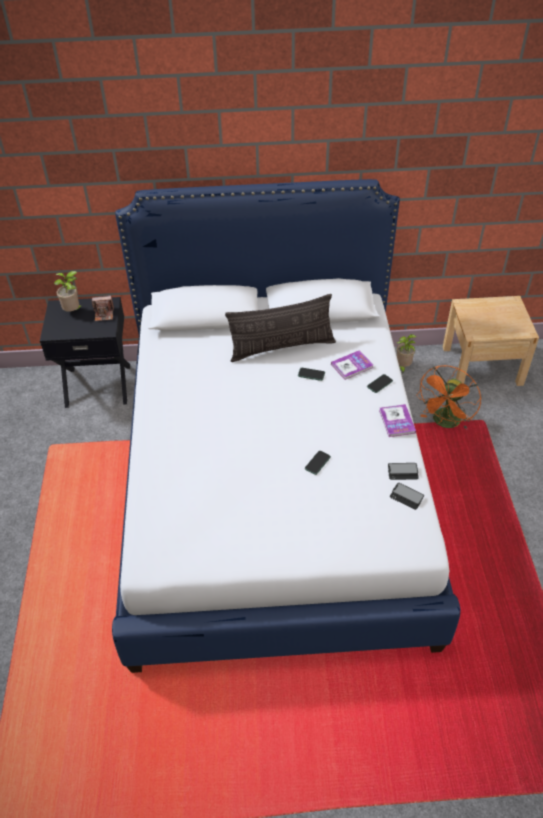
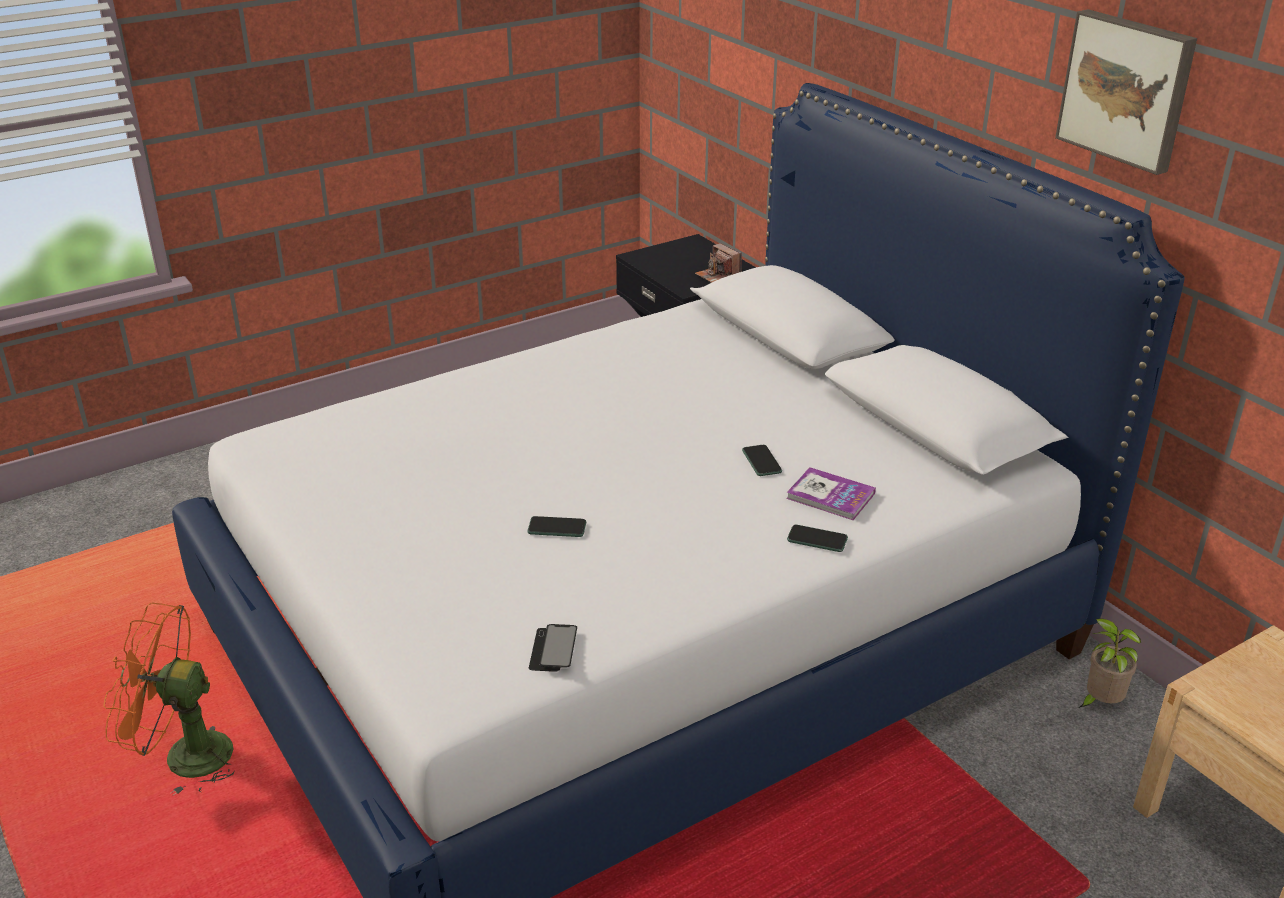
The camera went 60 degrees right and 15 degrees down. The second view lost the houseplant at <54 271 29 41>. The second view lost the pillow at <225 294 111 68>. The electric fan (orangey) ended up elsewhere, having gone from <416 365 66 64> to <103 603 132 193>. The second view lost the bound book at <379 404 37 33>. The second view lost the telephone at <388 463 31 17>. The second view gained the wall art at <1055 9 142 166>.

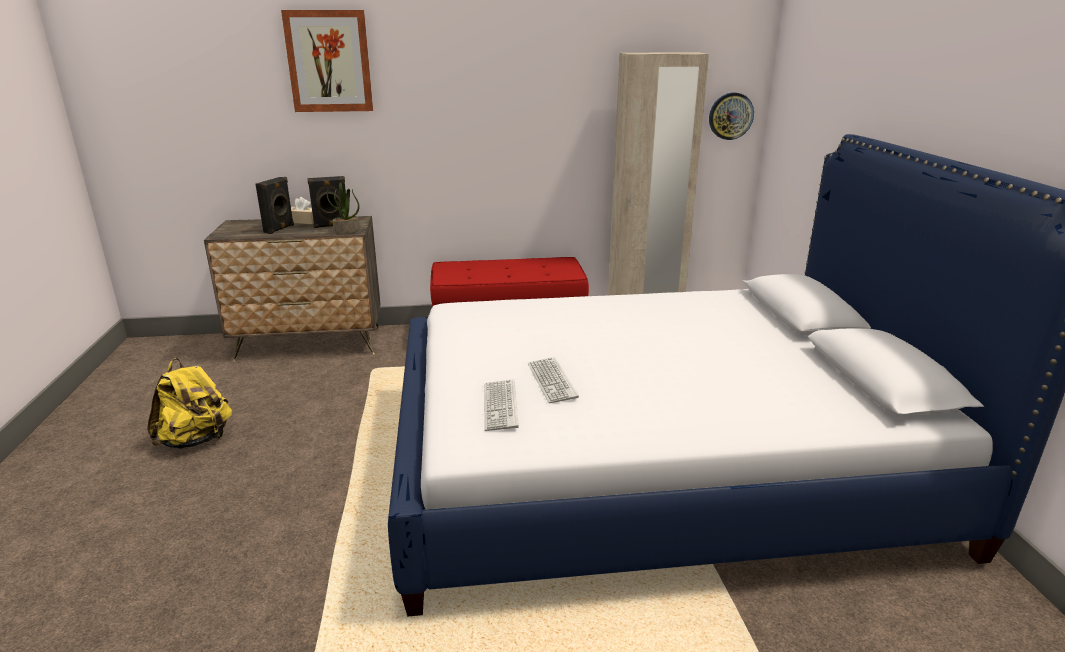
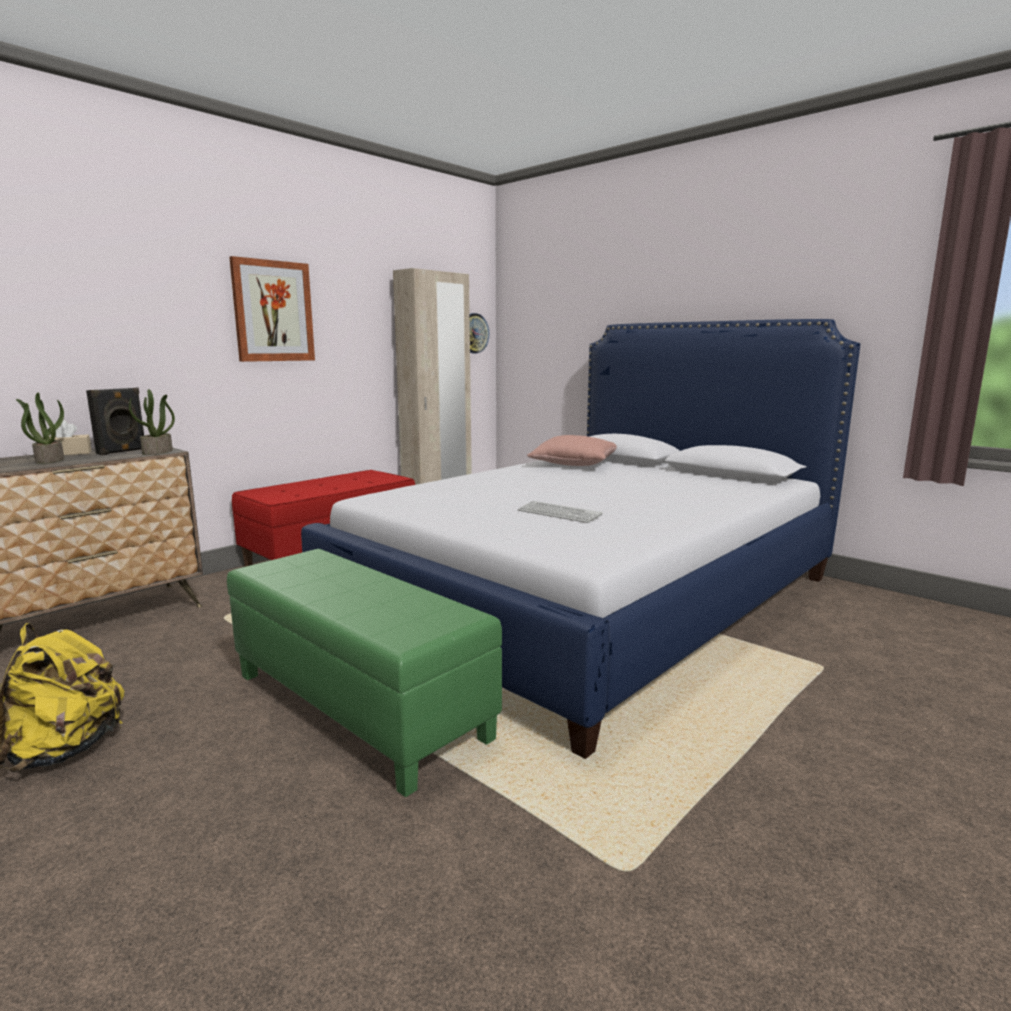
The camera went 40 degrees left and 10 degrees down. The wall art ended up elsewhere, having gone from <281 10 92 102> to <229 256 86 106>. Where the speaker (black) stood at <256 177 38 57>, the houseplant came to stand at <16 392 48 72>. The second view lost the keyboard at <484 379 35 52>. The second view gained the pillow (pinkish) at <527 435 90 31>. The second view gained the pouffe (green-coloured) at <227 549 275 248>.

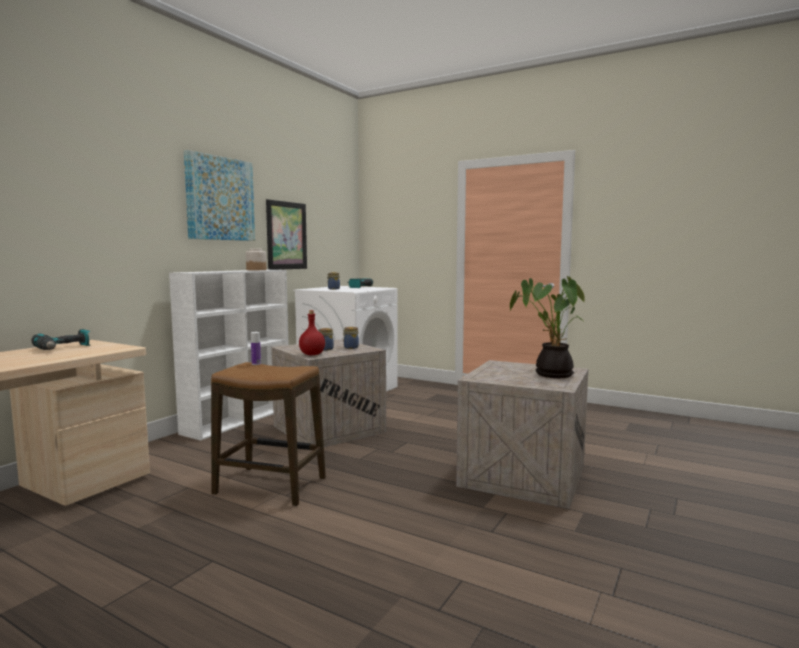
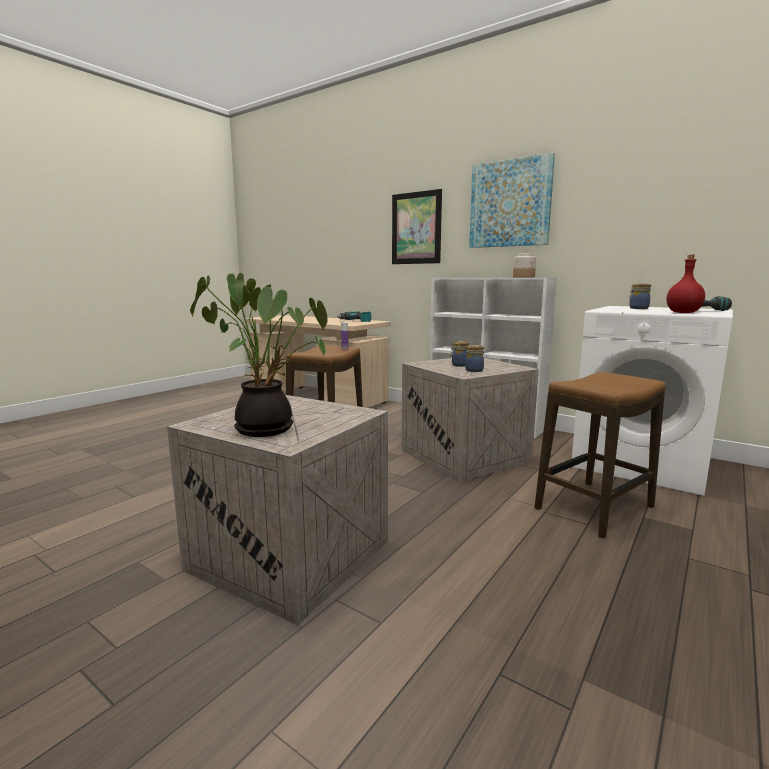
The camera went 95 degrees right and 5 degrees up. The wall art ended up elsewhere, having gone from <266 199 41 71> to <392 189 50 75>. The bottle (reddish) ended up elsewhere, having gone from <299 310 26 45> to <667 255 38 58>. The second view gained the sitting stool at <534 372 132 166>.

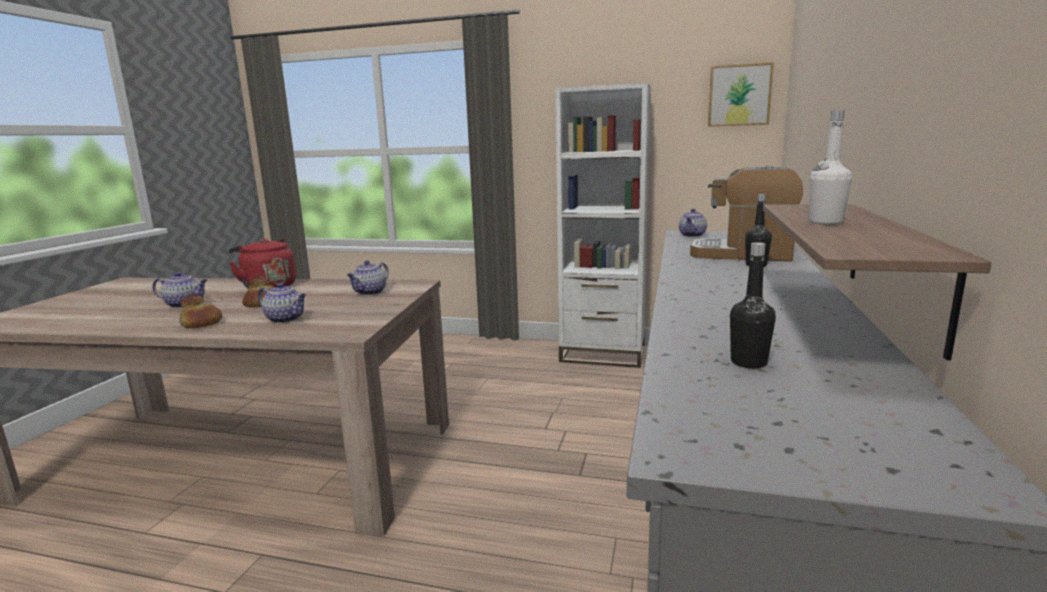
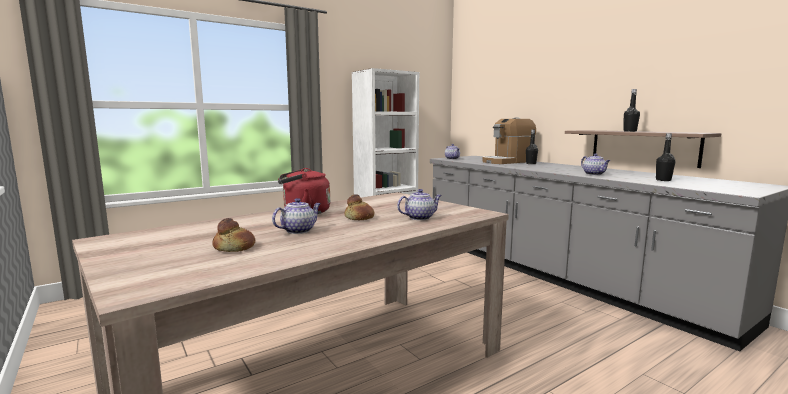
The camera went 50 degrees left and 5 degrees down. The second view lost the wall art at <708 62 66 65>. What was the bottle (white-coloured) at <809 110 43 114> turned into the bottle (black) at <624 89 16 43>. The teapot ended up elsewhere, having gone from <347 260 42 35> to <581 153 29 22>. The baked bread ended up elsewhere, having gone from <179 294 43 34> to <212 218 43 34>.

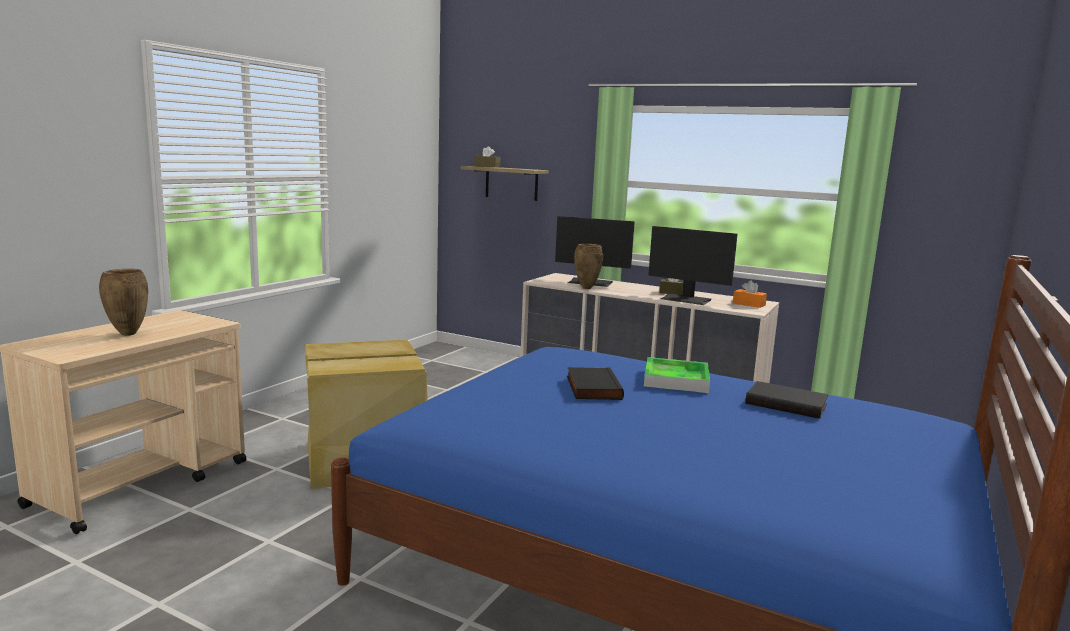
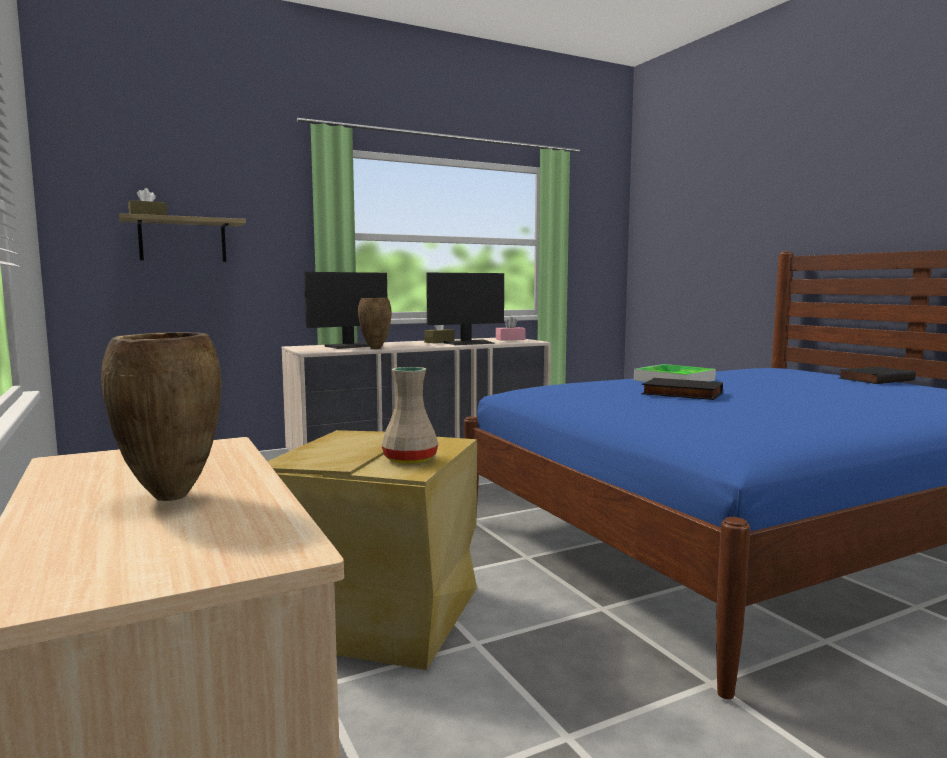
The camera went 55 degrees left and 5 degrees down. What was the tissue holder (orangey) at <733 280 34 28> turned into the tissue holder (pinkish) at <496 317 30 24>. The bound book (black) ended up elsewhere, having gone from <745 381 83 38> to <838 367 78 17>. The second view gained the vase (beige-coloured) at <382 367 56 97>.

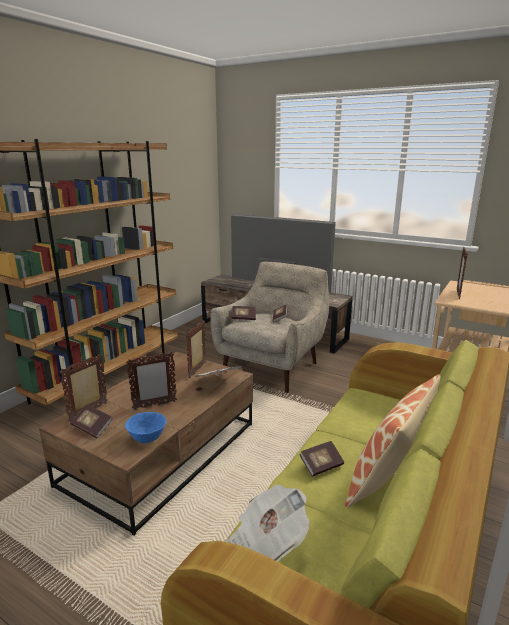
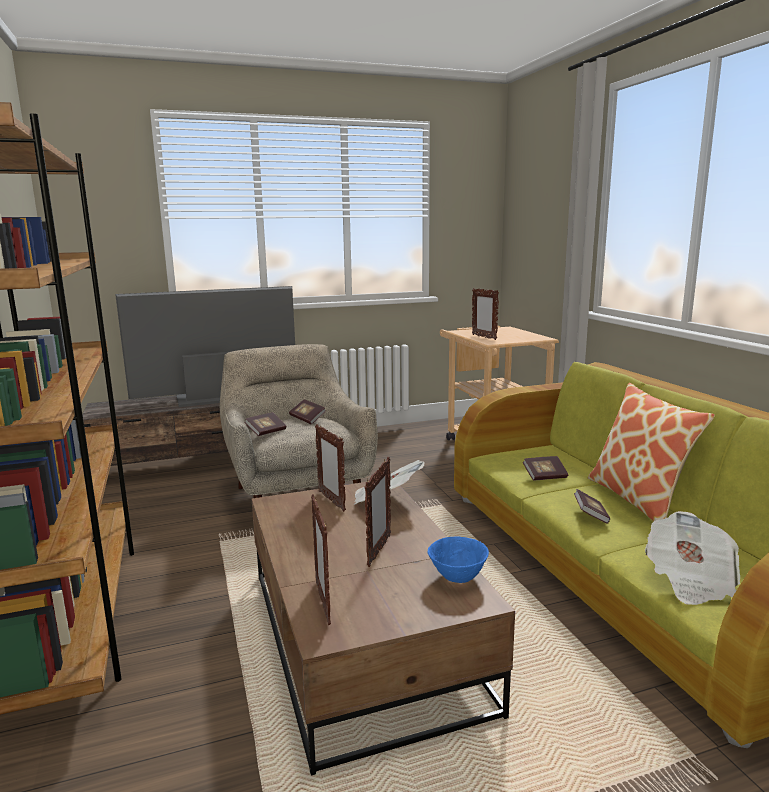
The camera went 50 degrees left and 5 degrees down. The bound book ended up elsewhere, having gone from <70 404 43 35> to <523 456 45 25>.

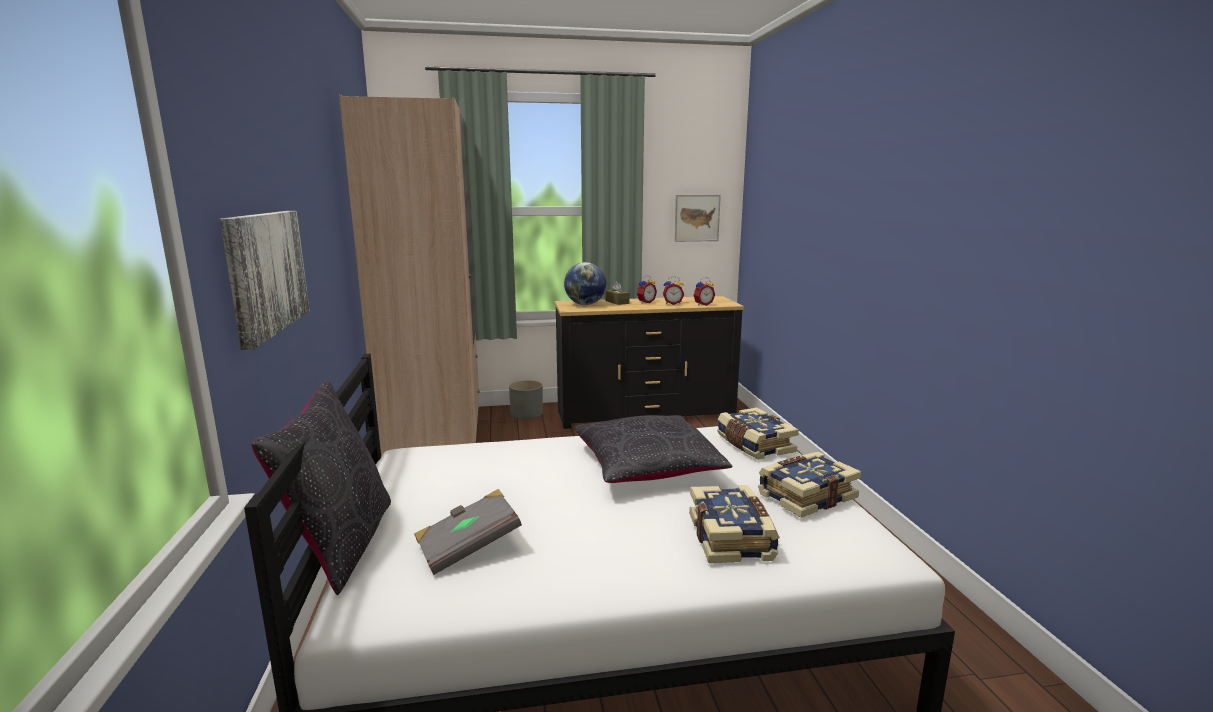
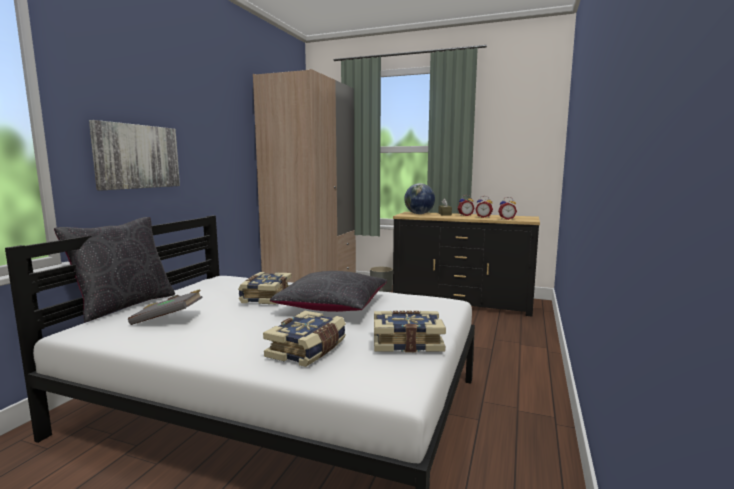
The camera went 30 degrees right and 5 degrees down. The second view lost the wall art at <674 195 47 47>. The bound book ended up elsewhere, having gone from <717 408 82 52> to <238 272 54 32>.

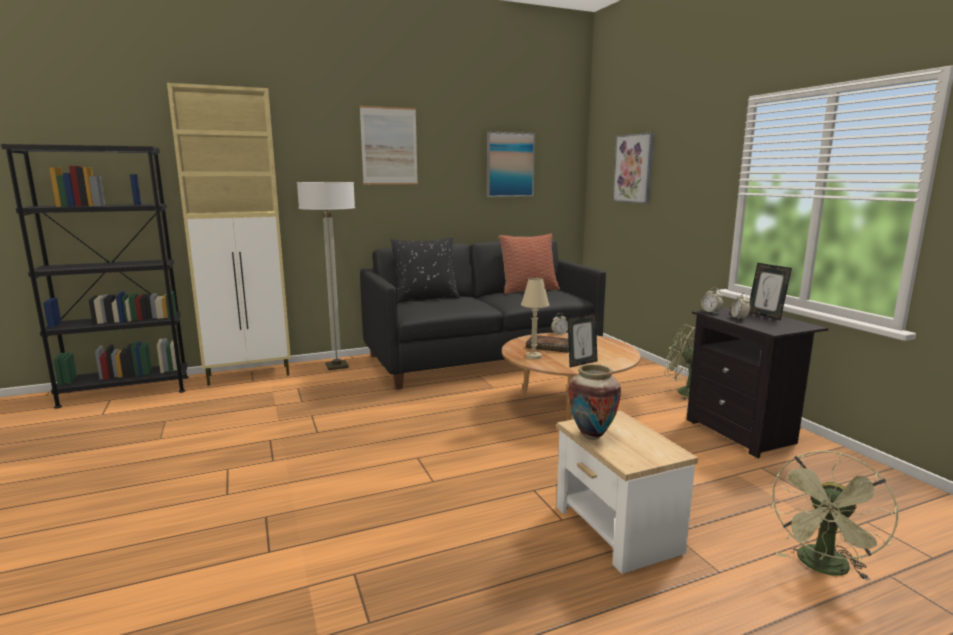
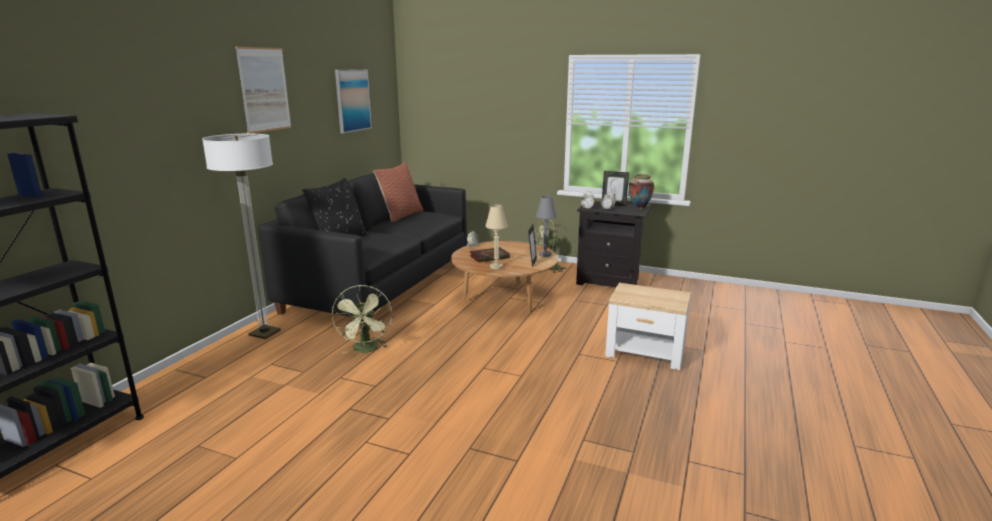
The camera went 45 degrees left and 5 degrees up. The second view lost the cabinet (beige-coloured) at <167 83 124 303>. The second view lost the wall art at <613 132 42 72>. The vase ended up elsewhere, having gone from <568 364 53 76> to <629 174 25 36>. The electric fan (green-coloured) ended up elsewhere, having gone from <771 451 127 130> to <332 285 60 69>. The second view gained the tabletop lamp (grey) at <536 196 21 61>.

